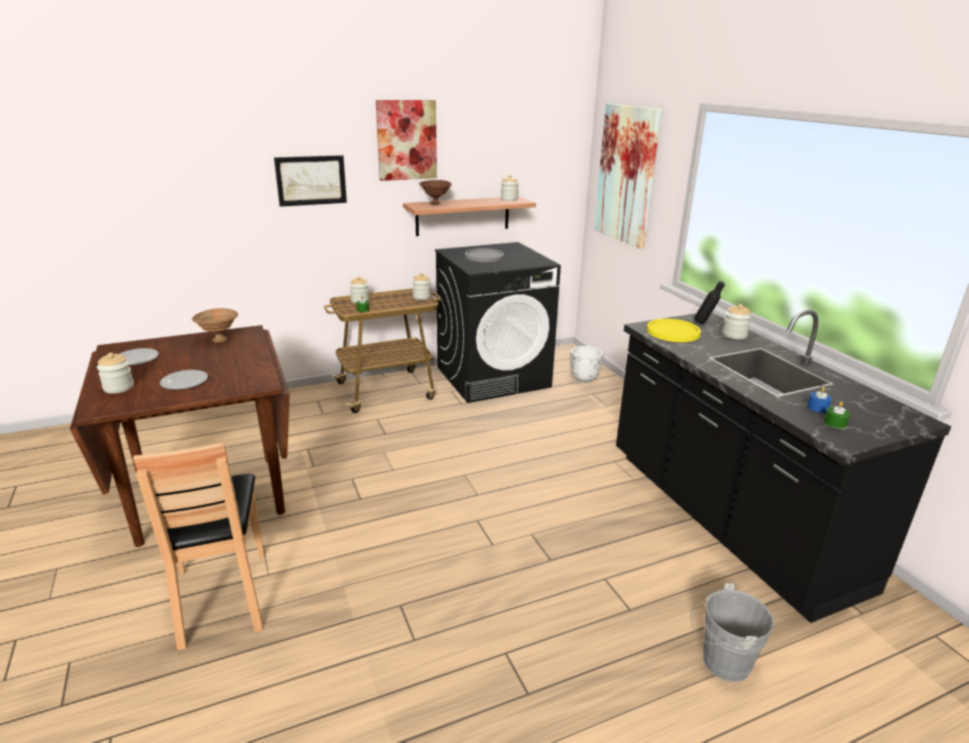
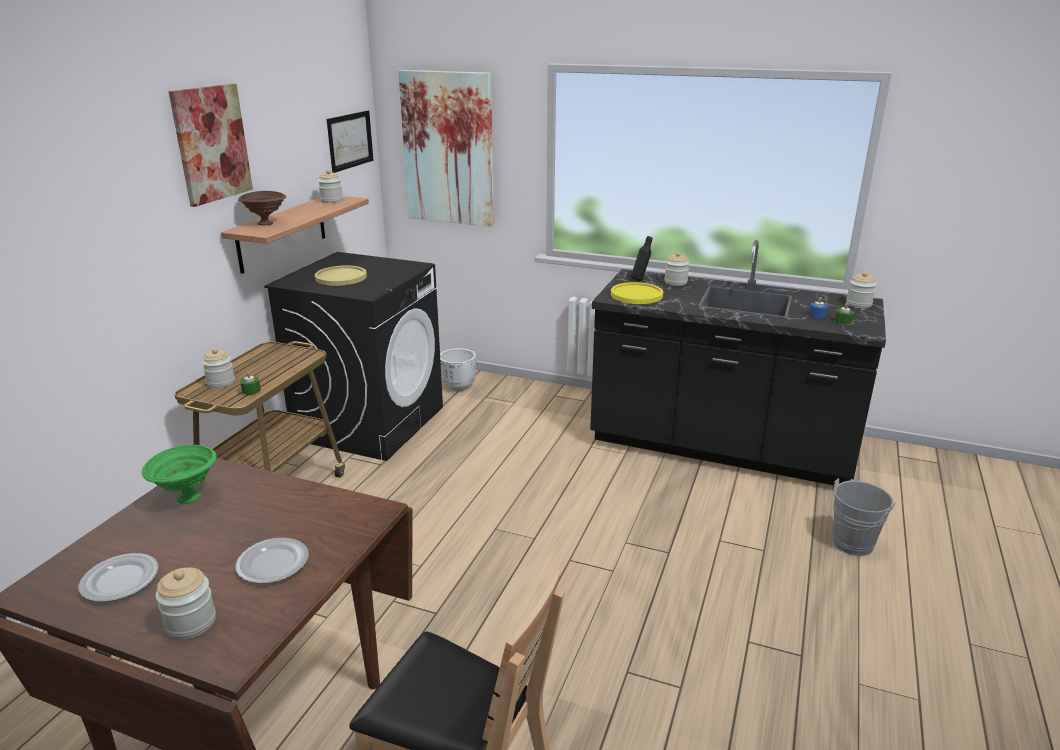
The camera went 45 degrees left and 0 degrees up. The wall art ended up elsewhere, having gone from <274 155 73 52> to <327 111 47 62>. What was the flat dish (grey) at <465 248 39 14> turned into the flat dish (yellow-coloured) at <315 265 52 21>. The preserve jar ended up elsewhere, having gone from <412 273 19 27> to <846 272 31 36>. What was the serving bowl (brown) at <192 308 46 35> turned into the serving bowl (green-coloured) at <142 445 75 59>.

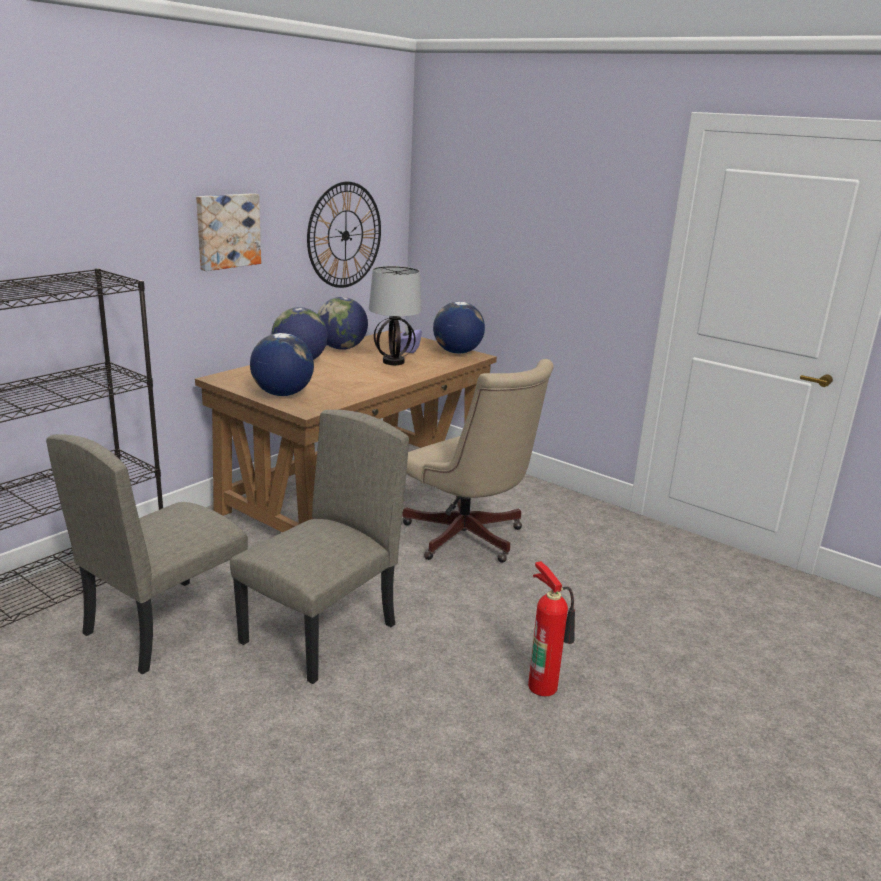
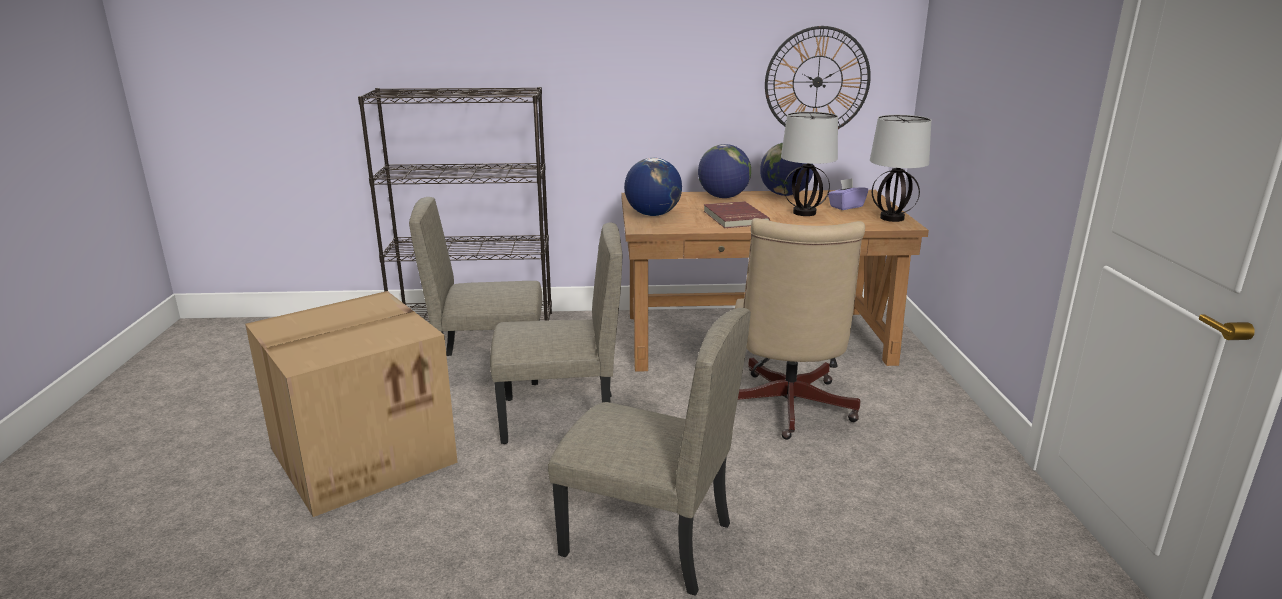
The camera went 50 degrees right and 0 degrees up. The second view lost the wall art at <196 193 65 78>. Where the desk globe stood at <433 301 52 53>, the tabletop lamp came to stand at <870 115 61 107>. Where the extinguisher stood at <528 561 47 135>, the upright chair (beige-coloured) came to stand at <548 308 203 288>. The second view gained the bound book (reddish) at <704 201 66 27>. The second view gained the cardboard box at <245 291 213 226>.

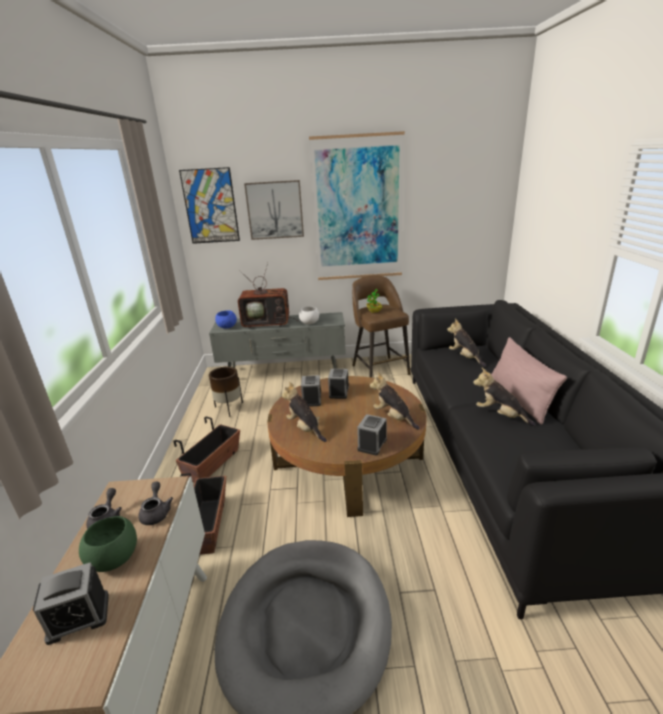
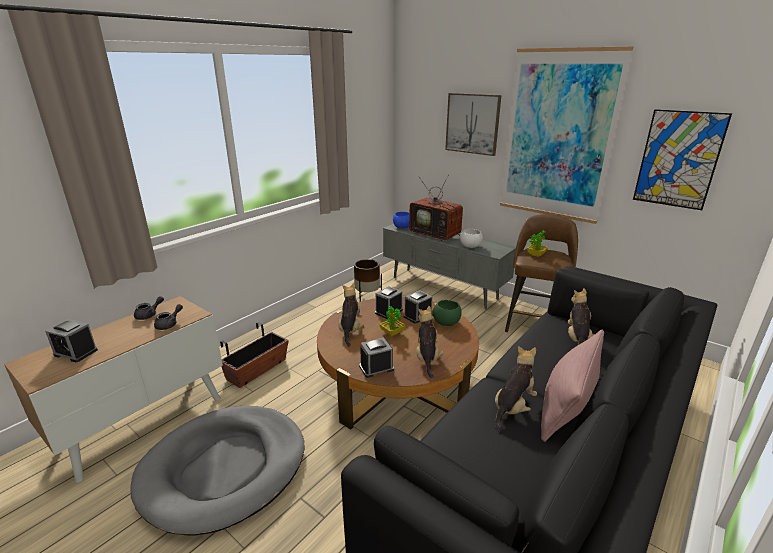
The camera went 40 degrees right and 0 degrees up. The wall art ended up elsewhere, having gone from <179 167 61 77> to <633 109 99 101>. The soft toy at <473 368 62 58> ended up facing another way, 45 degrees clockwise from before. The second view lost the planter at <173 416 67 67>. The serving bowl (green-coloured) ended up elsewhere, having gone from <79 516 58 56> to <433 300 29 26>. The second view gained the houseplant at <380 306 25 30>.

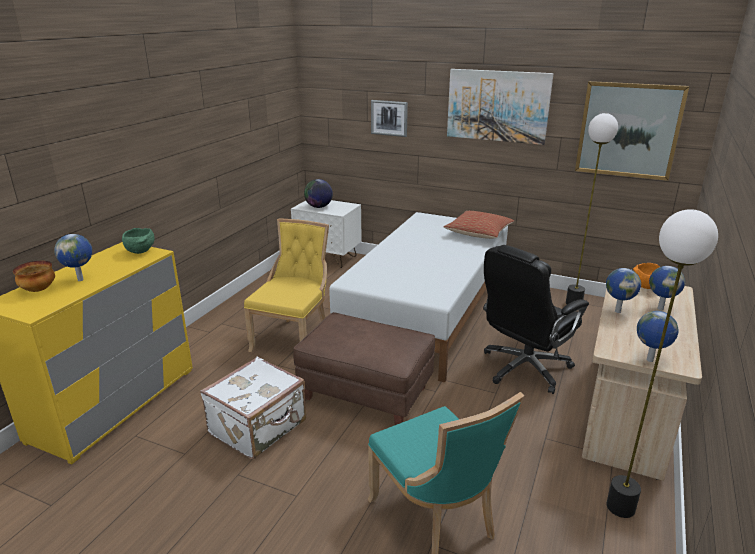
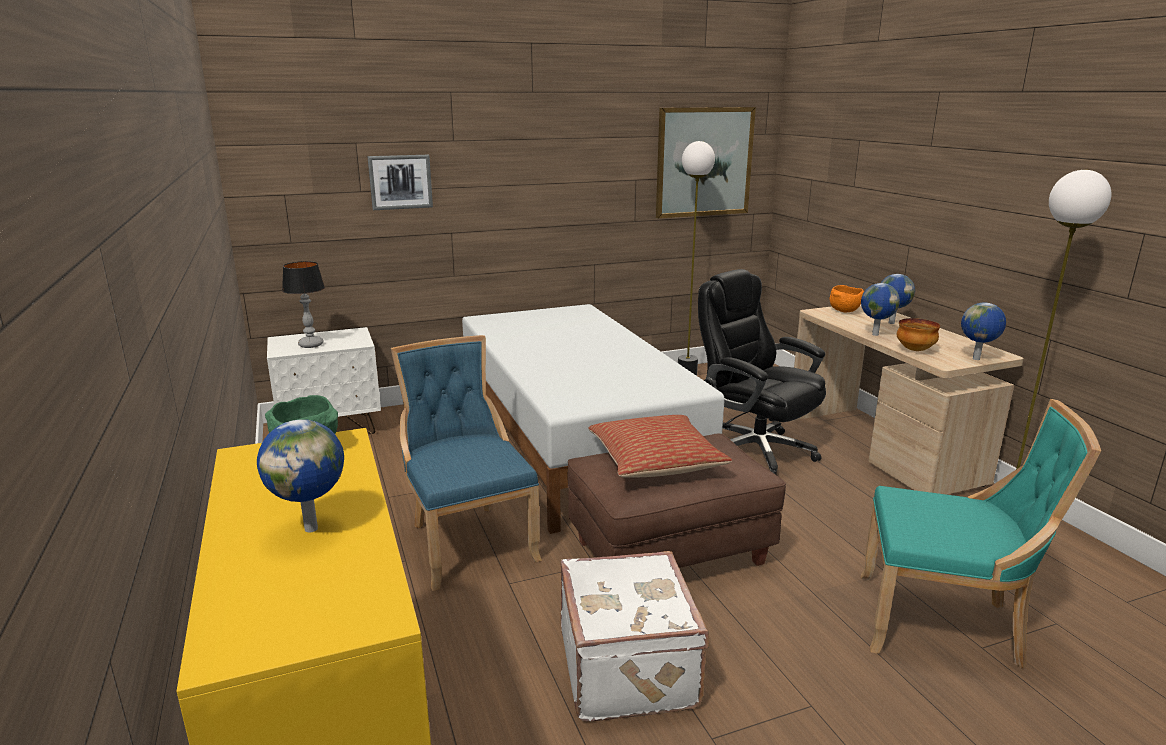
The camera went 45 degrees left and 5 degrees down. The second view lost the wall art at <447 69 106 76>. Where the desk globe stood at <304 179 29 29>, the tabletop lamp came to stand at <282 261 43 87>. The pillow ended up elsewhere, having gone from <444 211 70 28> to <588 415 144 62>. What was the upright chair (yellow-coloured) at <244 218 85 134> turned into the upright chair (blue-coloured) at <391 335 151 256>. The desk chair (black) at <483 245 106 149> ended up facing another way, 135 degrees clockwise from before. The serving bowl ended up elsewhere, having gone from <13 261 42 31> to <897 318 43 33>.

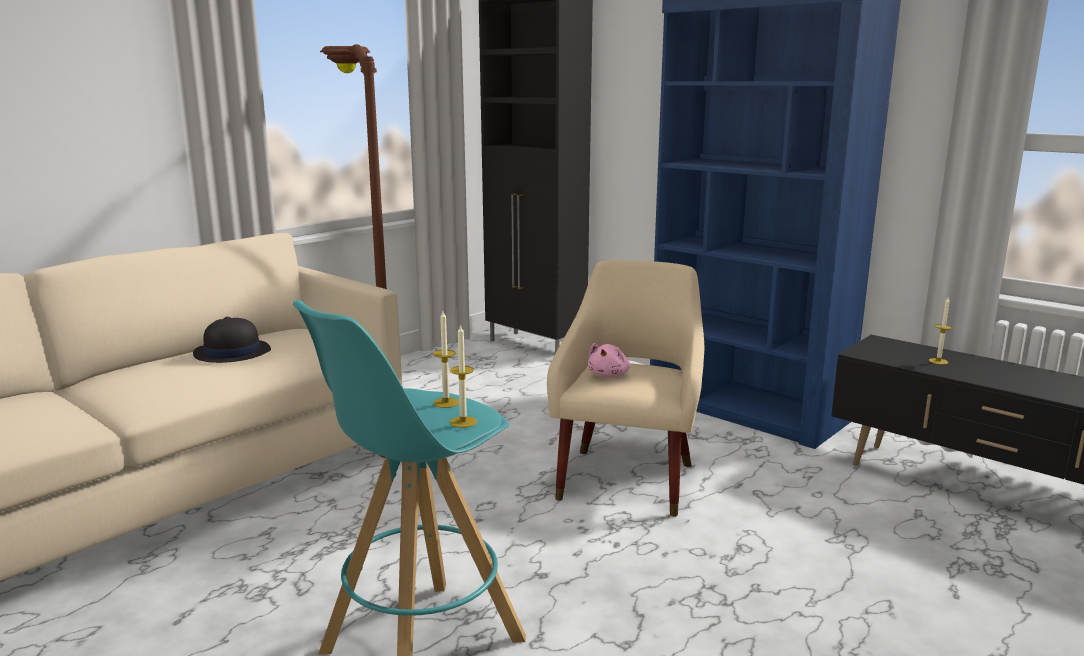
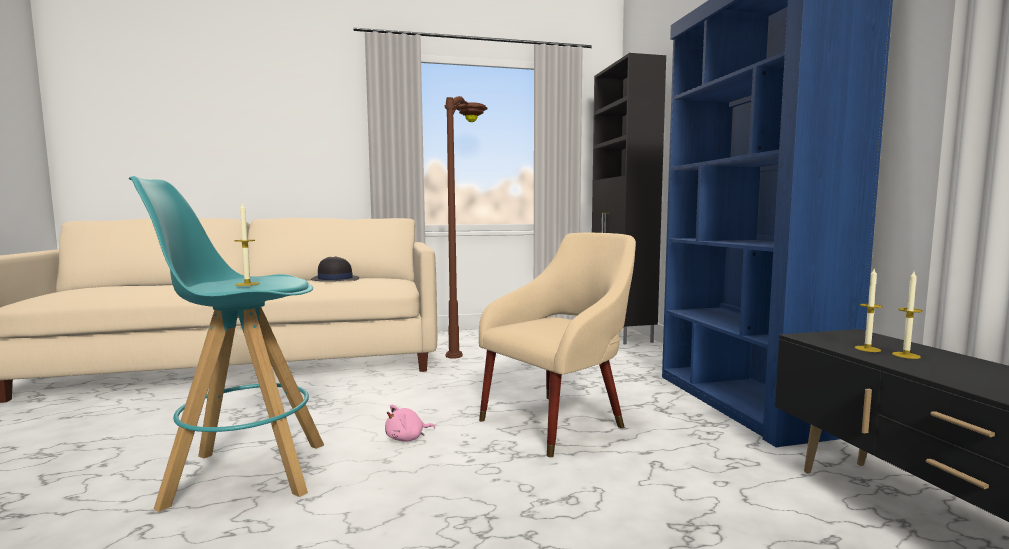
The camera went 35 degrees right and 10 degrees down. The wax light ended up elsewhere, having gone from <433 311 26 97> to <854 269 29 83>. The soft toy (pinkish) ended up elsewhere, having gone from <588 343 42 35> to <385 405 50 37>.

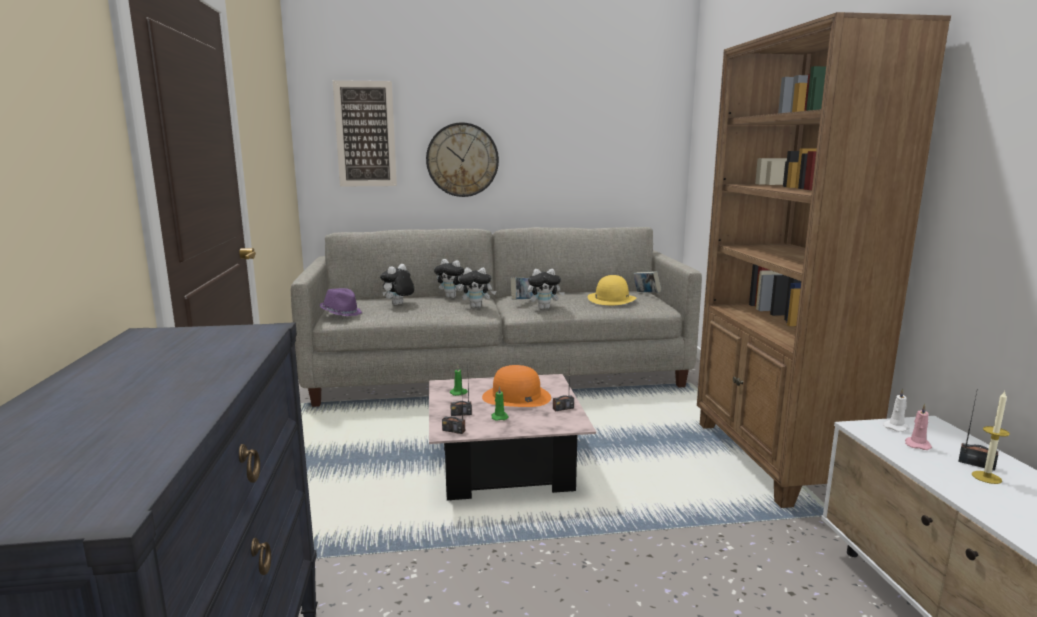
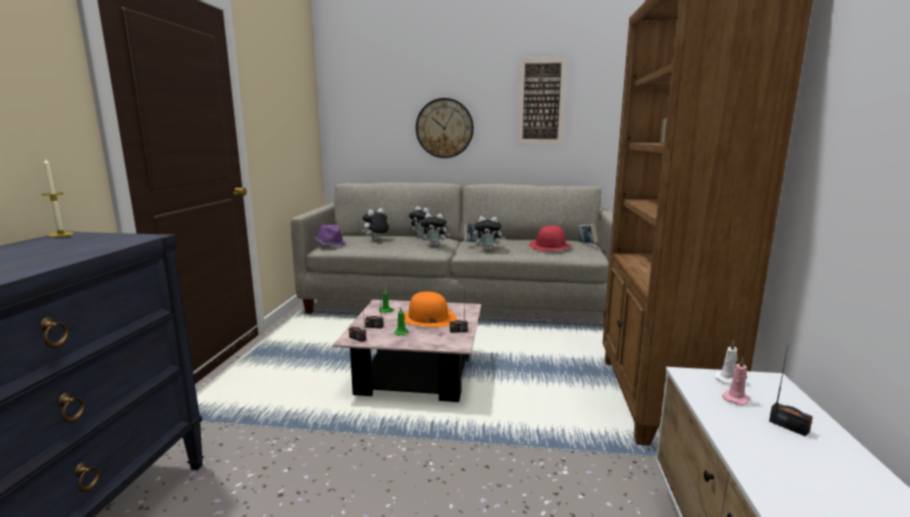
The camera went 15 degrees right and 0 degrees up. The wall art ended up elsewhere, having gone from <333 80 64 107> to <517 57 50 87>. What was the hat (yellow-coloured) at <588 275 48 30> turned into the hat (reddish) at <529 225 43 26>. The wax light ended up elsewhere, having gone from <972 391 38 93> to <41 158 33 79>.

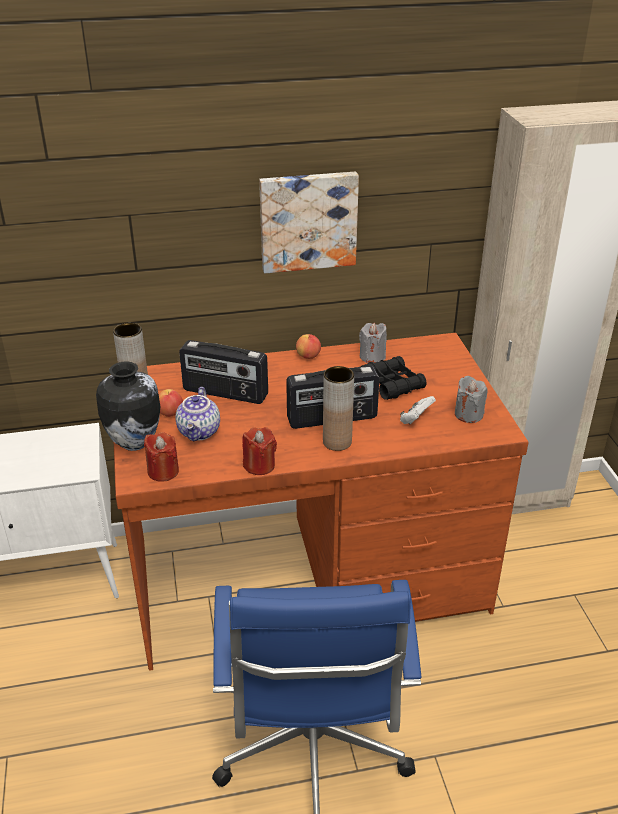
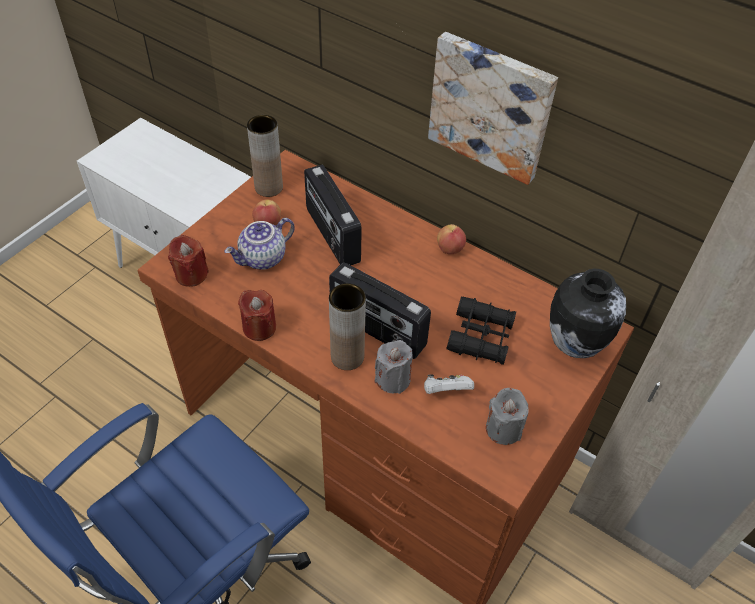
The camera went 45 degrees right and 15 degrees up. The wax light (grey) ended up elsewhere, having gone from <359 323 28 40> to <375 340 38 54>. The vase ended up elsewhere, having gone from <96 361 64 90> to <550 269 76 89>.

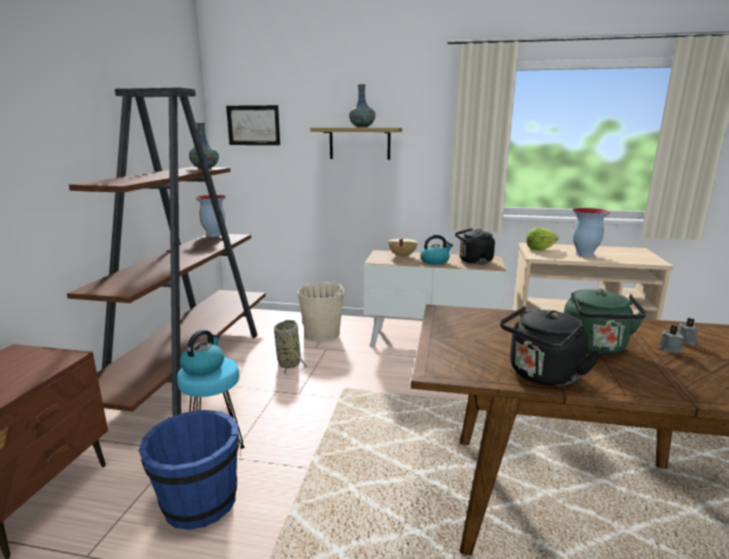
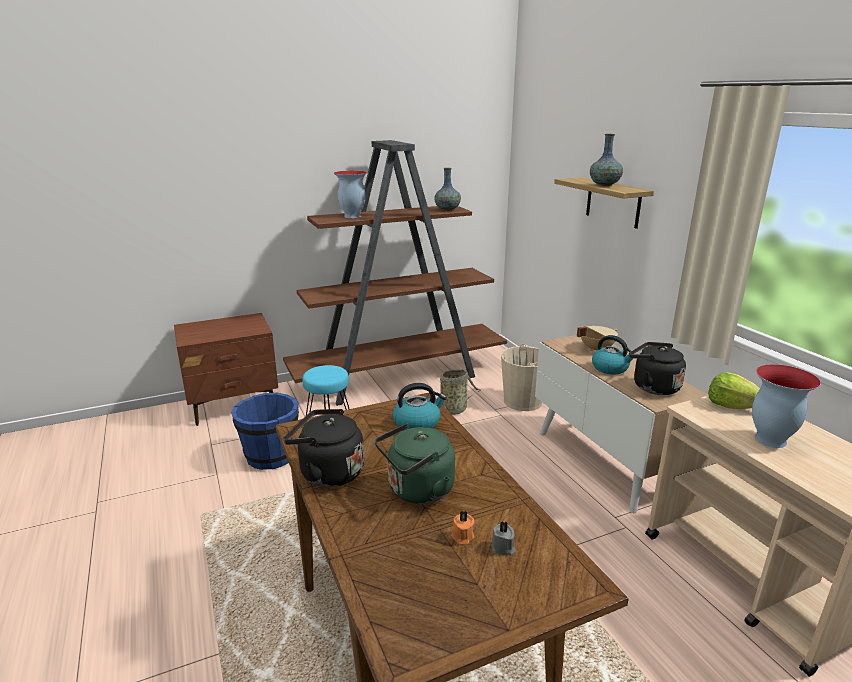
The camera went 55 degrees right and 5 degrees up. The second view lost the wall art at <226 105 54 40>. The vase ended up elsewhere, having gone from <195 195 31 42> to <334 170 33 48>. What was the wax light (grey) at <658 325 26 28> turned into the wax light (orangey) at <451 510 23 36>. The tea kettle ended up elsewhere, having gone from <180 330 44 46> to <393 383 54 46>.

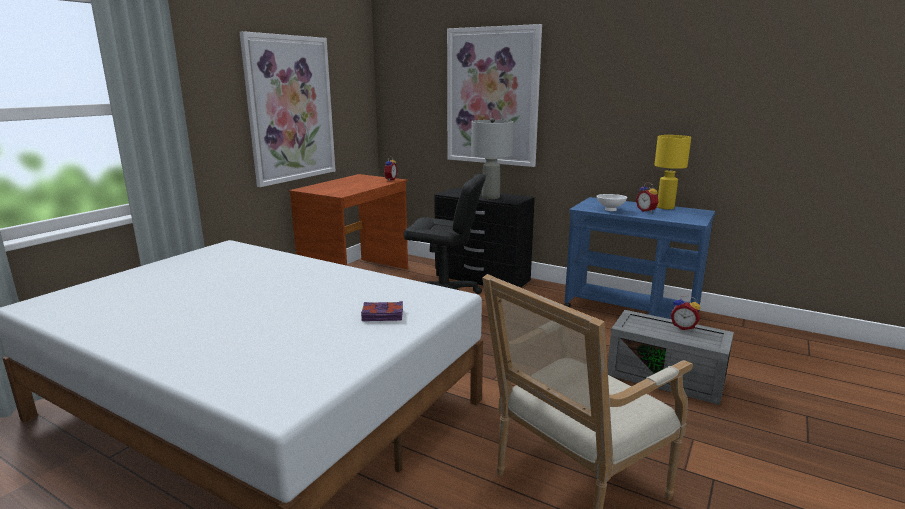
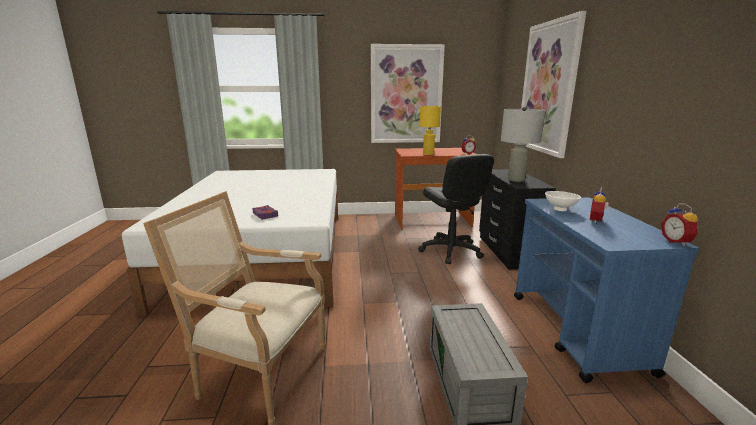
The camera went 55 degrees right and 0 degrees up. The tabletop lamp (yellow-coloured) ended up elsewhere, having gone from <654 135 37 74> to <420 106 21 49>. The alarm clock ended up elsewhere, having gone from <670 295 31 35> to <661 204 37 42>.

